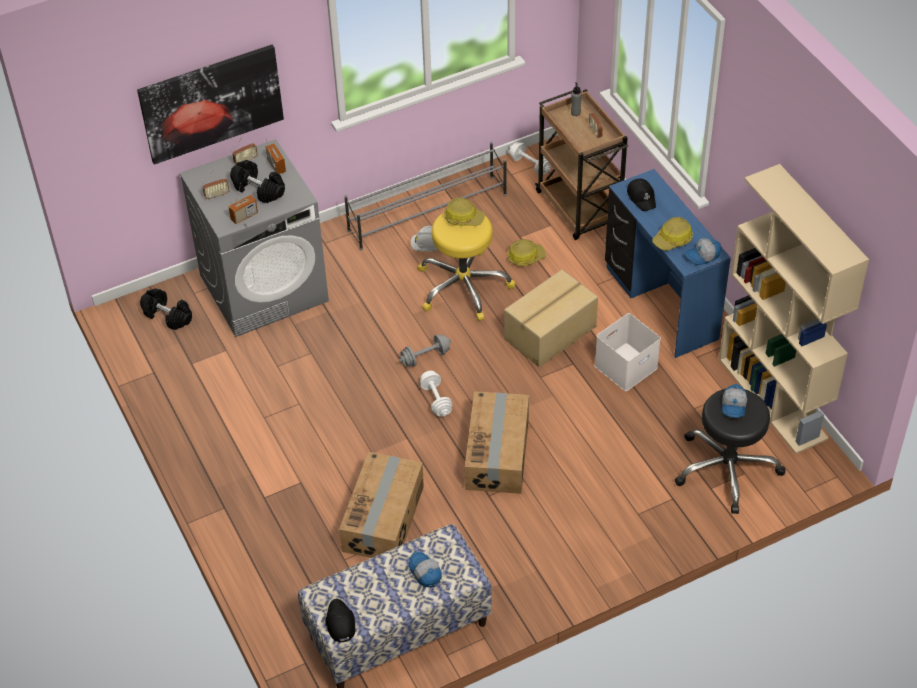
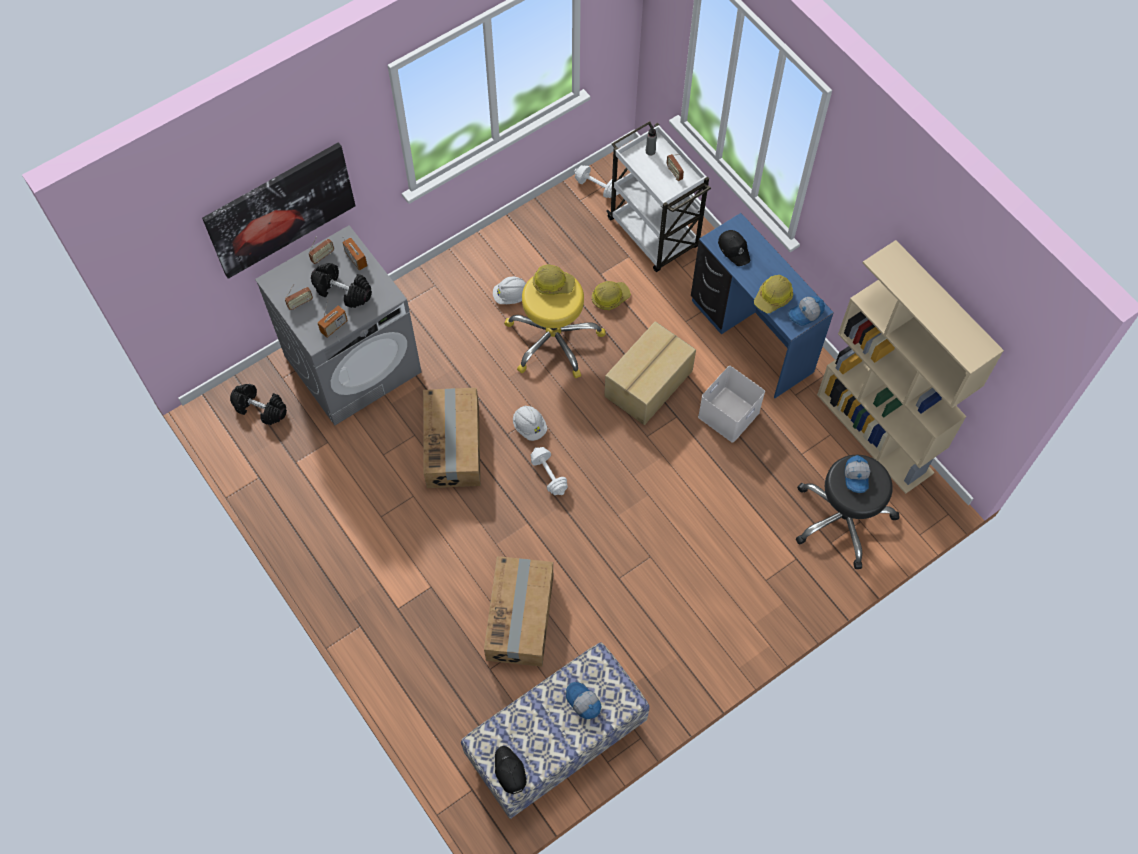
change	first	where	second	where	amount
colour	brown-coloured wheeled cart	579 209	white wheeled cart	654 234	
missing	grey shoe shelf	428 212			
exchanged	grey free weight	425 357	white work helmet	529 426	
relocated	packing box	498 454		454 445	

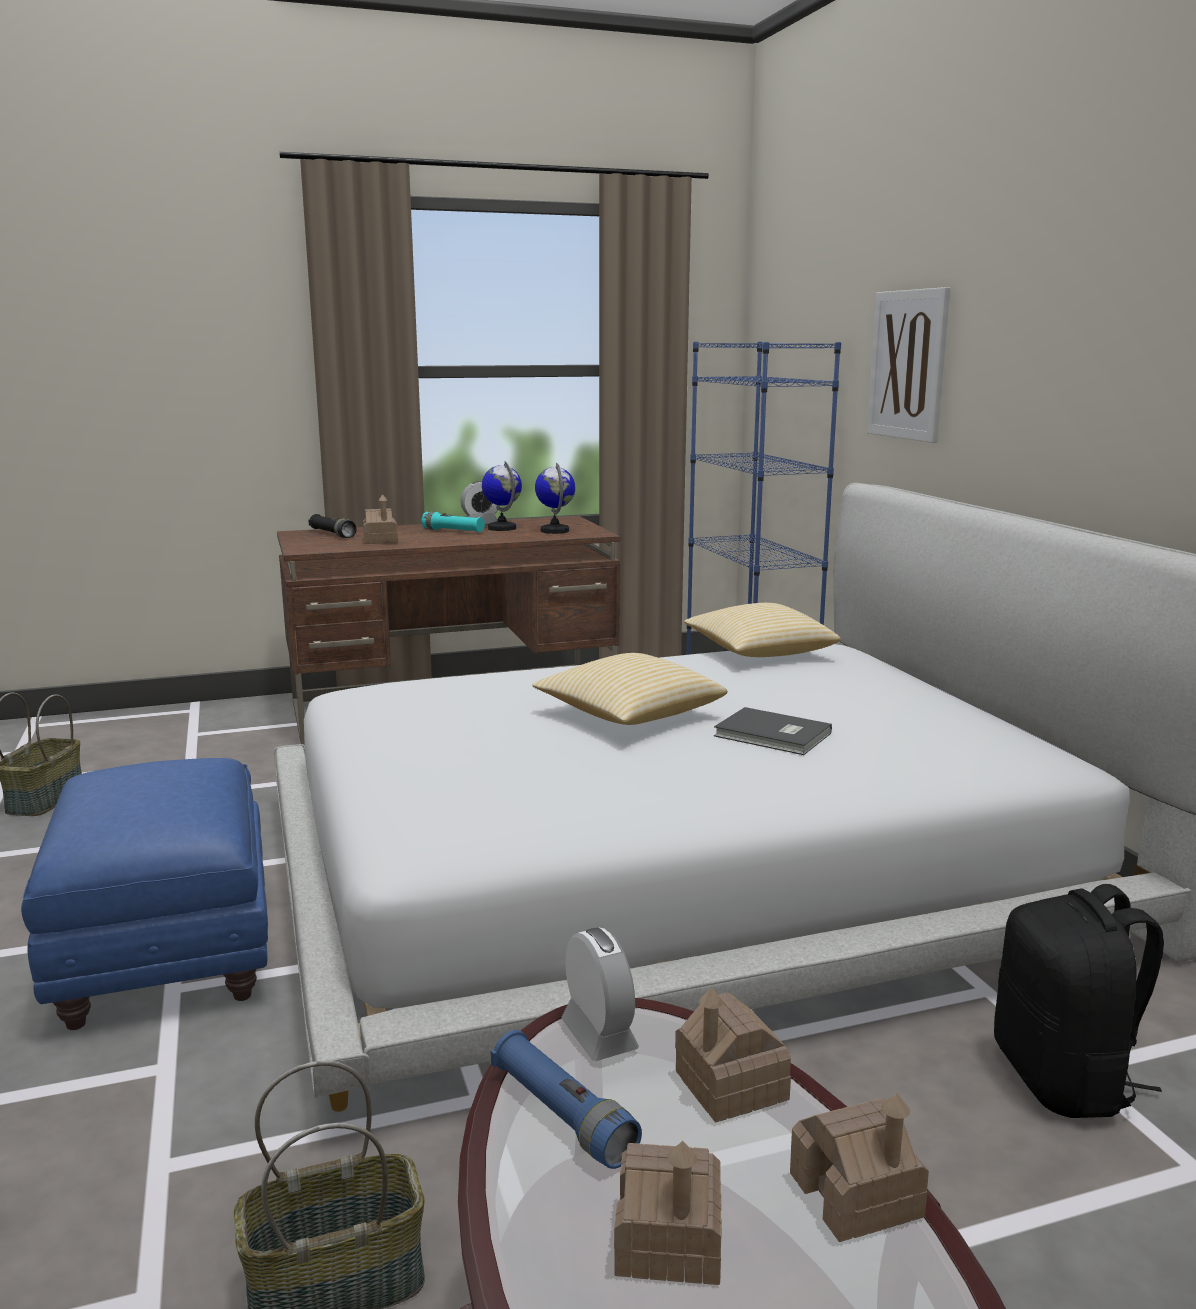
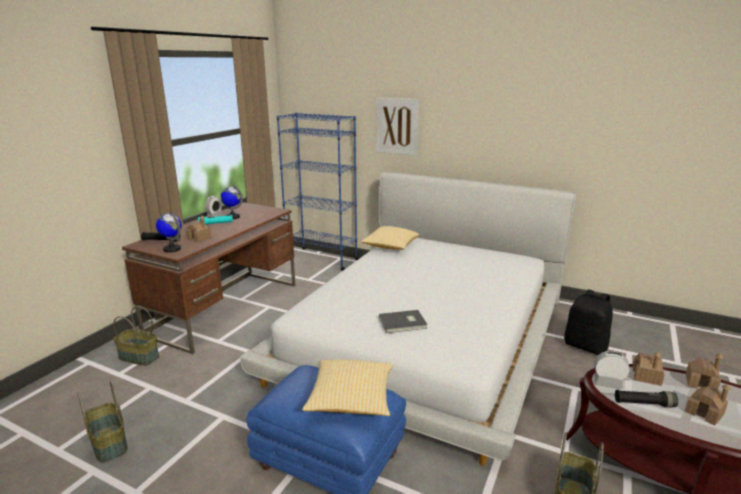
change	first	where	second	where	amount
relocated	globe	555 531		172 249	
relocated	pillow	628 716		351 400	
relocated	grey volume	773 736		403 323	
colour	blue torch	562 1115	black-coloured torch	644 404	
appeared			household basket	138 357	

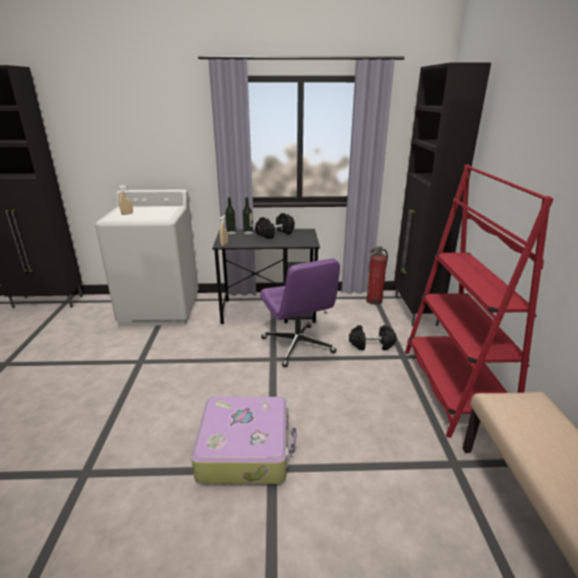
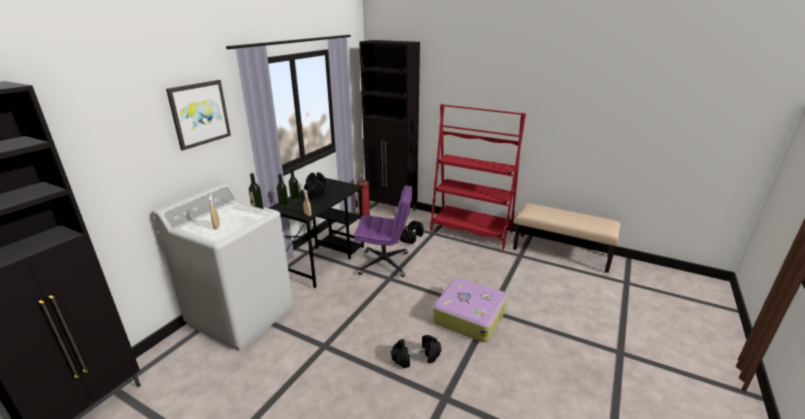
change	first	where	second	where	amount
appeared			wall picture	199 114	
appeared			beverage bottle	258 211	
appeared			black-coloured free weight	416 357	

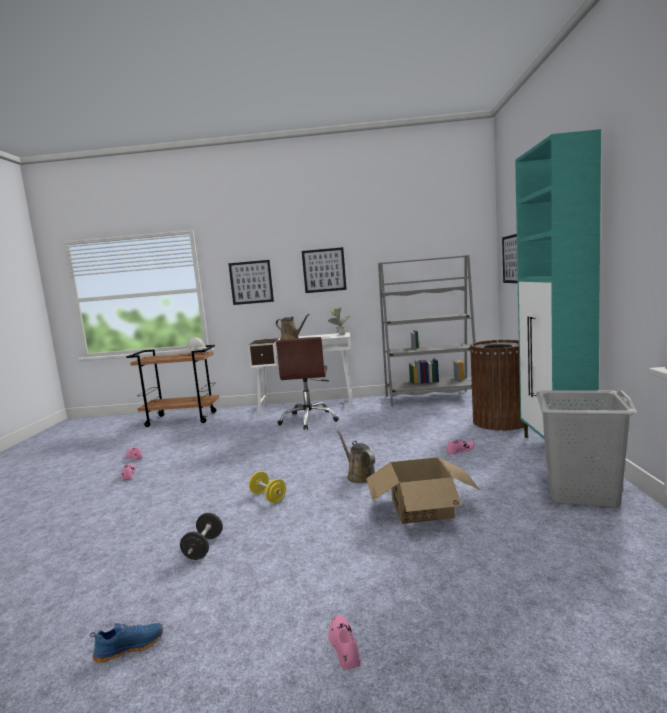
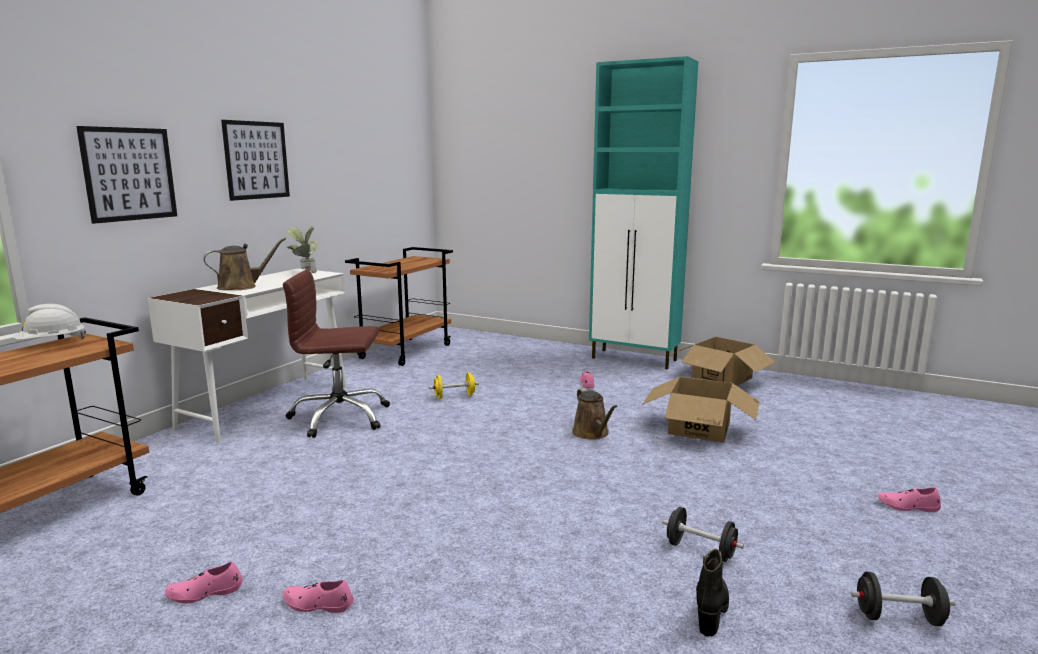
change	first	where	second	where	amount
missing	wall picture	511 259			
exchanged	grey bookshelf	430 398	brown-coloured wheeled cart	406 351	
spun	brown-coloured desk chair	309 420		340 417	150 degrees clockwise
missing	brown-coloured rubbish bin	500 422			
exchanged	grey washing basket	581 492	packing box	721 378	
spun	brown-coloured sprinkling can	359 476		592 433	105 degrees counterclockwise
relocated	yellow free weight	268 497		454 396	
exchanged	blue item of footwear	130 647	black-coloured free weight	898 617	
appeared			black-coloured boot	711 610	

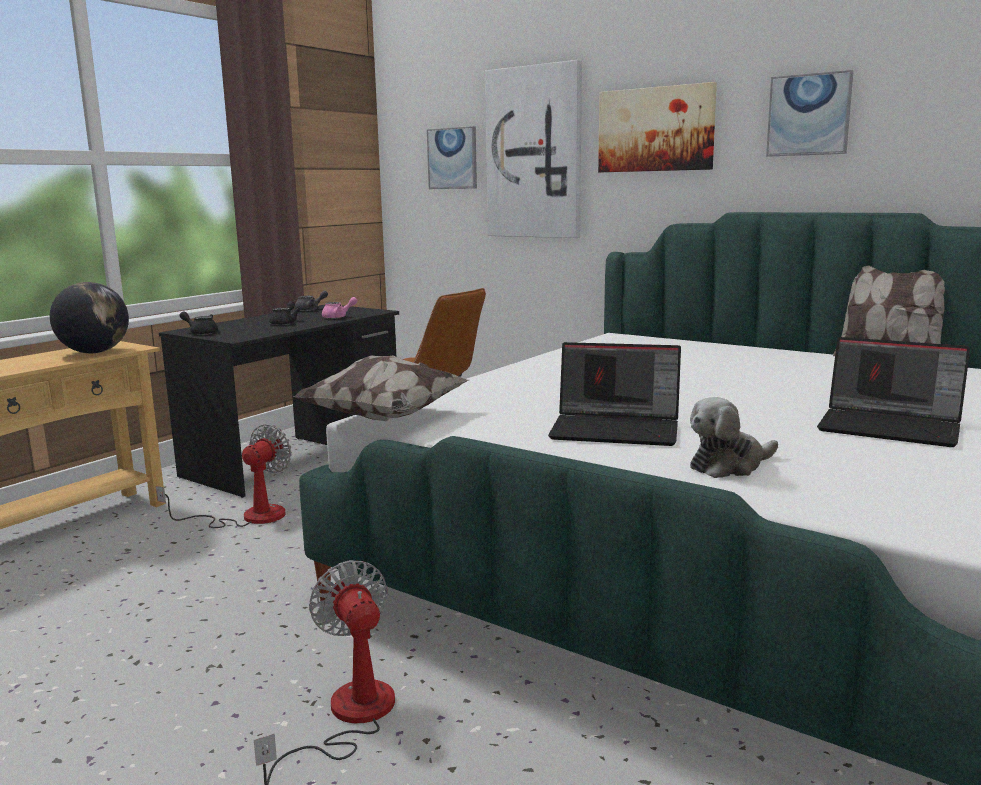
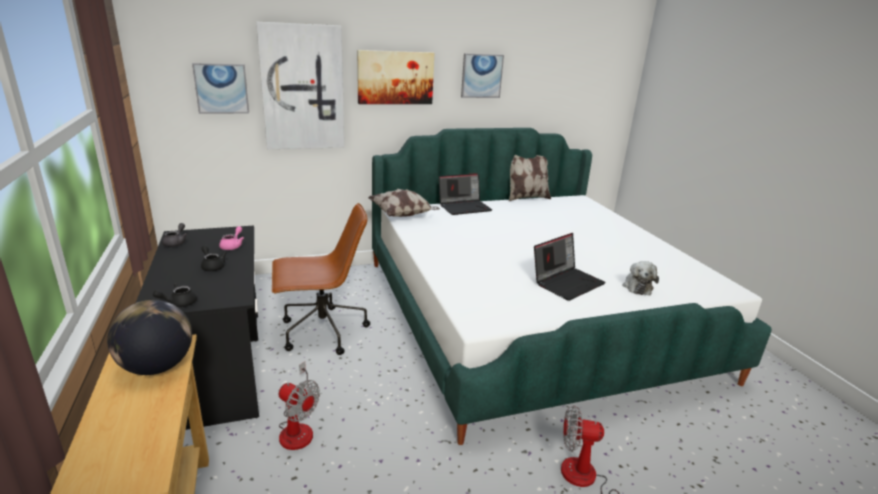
change	first	where	second	where	amount
relocated	portable computer	891 427		464 207	
relocated	pillow	385 419		403 215	
spun	fan	248 517		298 428	150 degrees clockwise

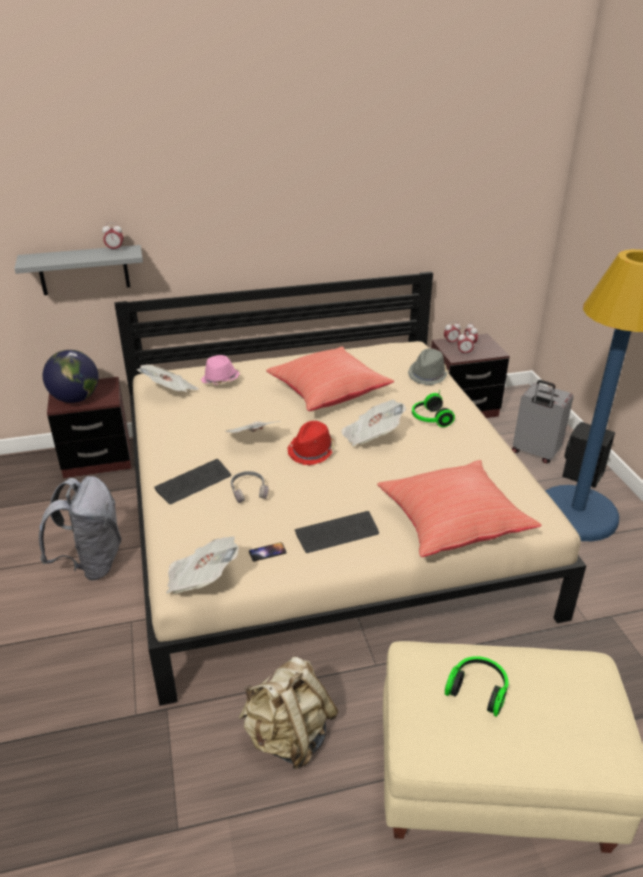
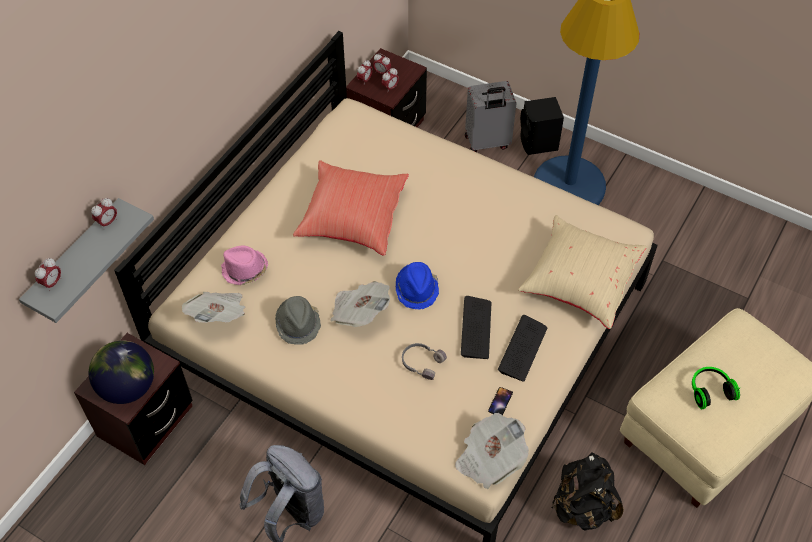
change	first	where	second	where	amount
relocated	grey clothing hat	428 375		298 324	
missing	headset	429 419			
missing	printed paper	371 436			
colour	red-coloured clothing hat	312 451	blue clothing hat	417 289	
relocated	PC keyboard	193 483		476 328	
colour	red-coloured pillow	451 524	beige pillow	579 282	
colour	beige knapsack	289 737	black-coloured knapsack	583 506	
appeared			table clock	52 283	

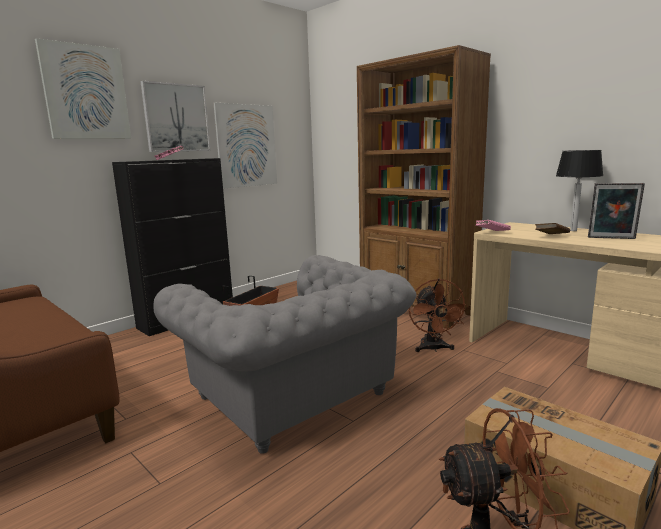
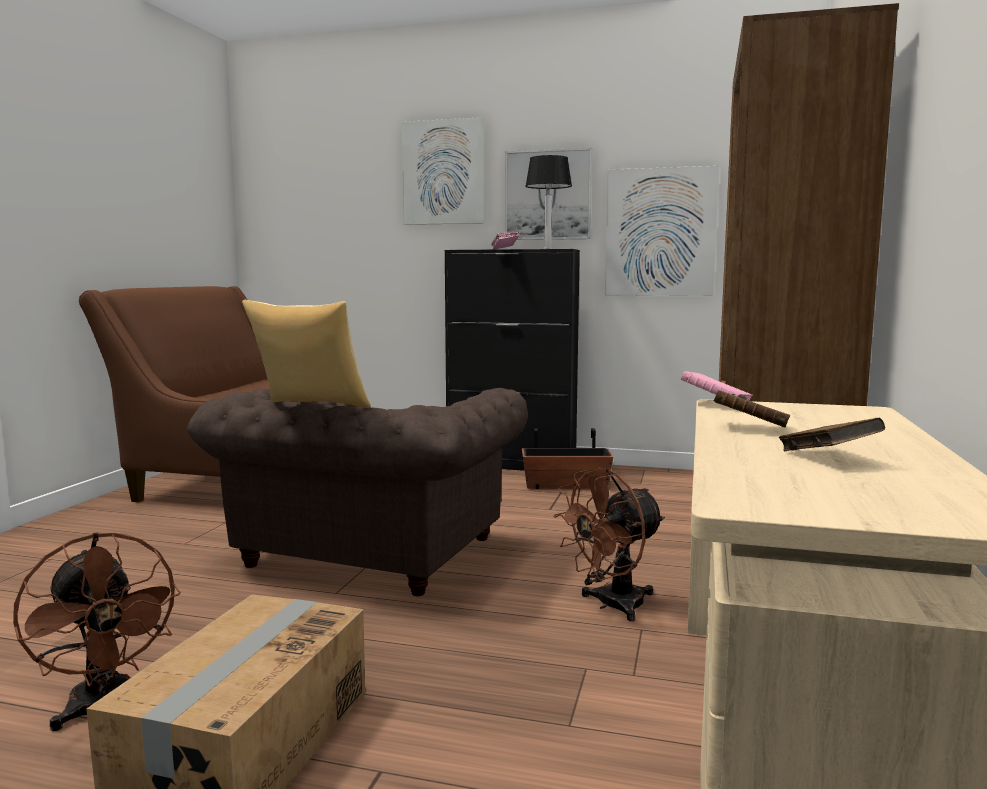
change	first	where	second	where	amount
relocated	tabletop lamp	574 230		547 249	
exchanged	standing frame	611 238	brown-coloured volume	827 458	
colour	grey lounge chair	295 398	brown-coloured lounge chair	365 555	
appeared			pillow	308 408	

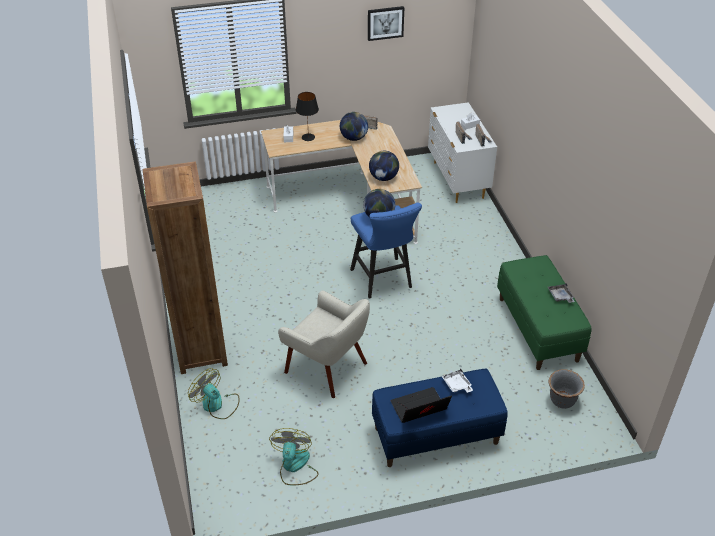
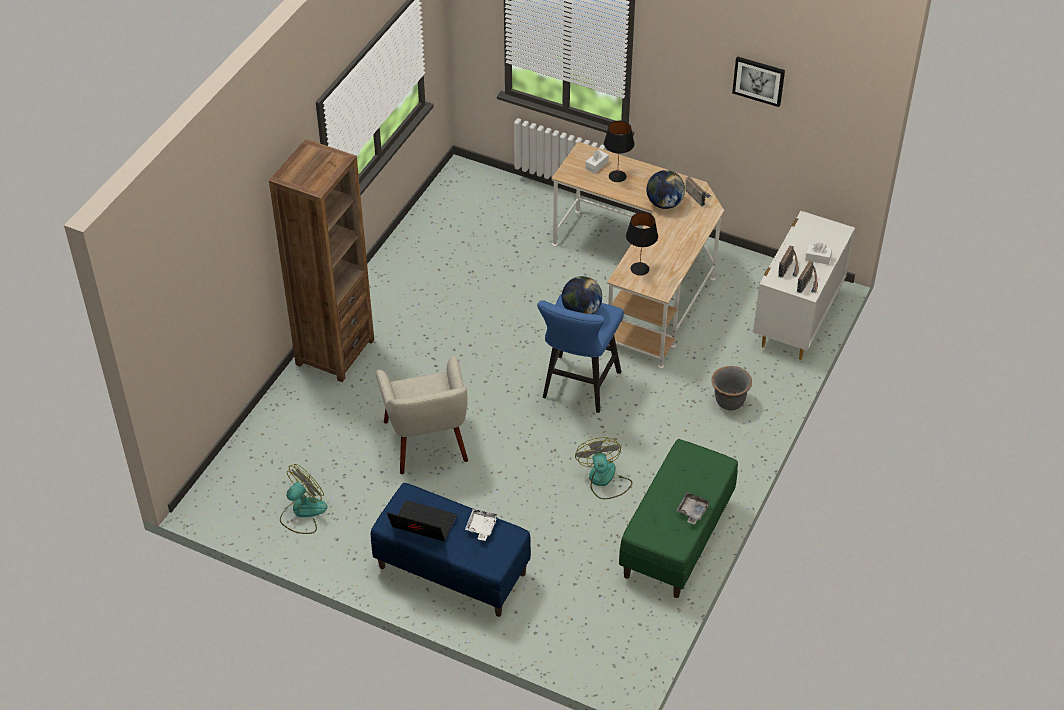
change	first	where	second	where	amount
exchanged	globe	383 178	black-coloured tabletop lamp	640 269	
relocated	fan	217 405		604 480	
relocated	grey plant pot	562 401		729 402	

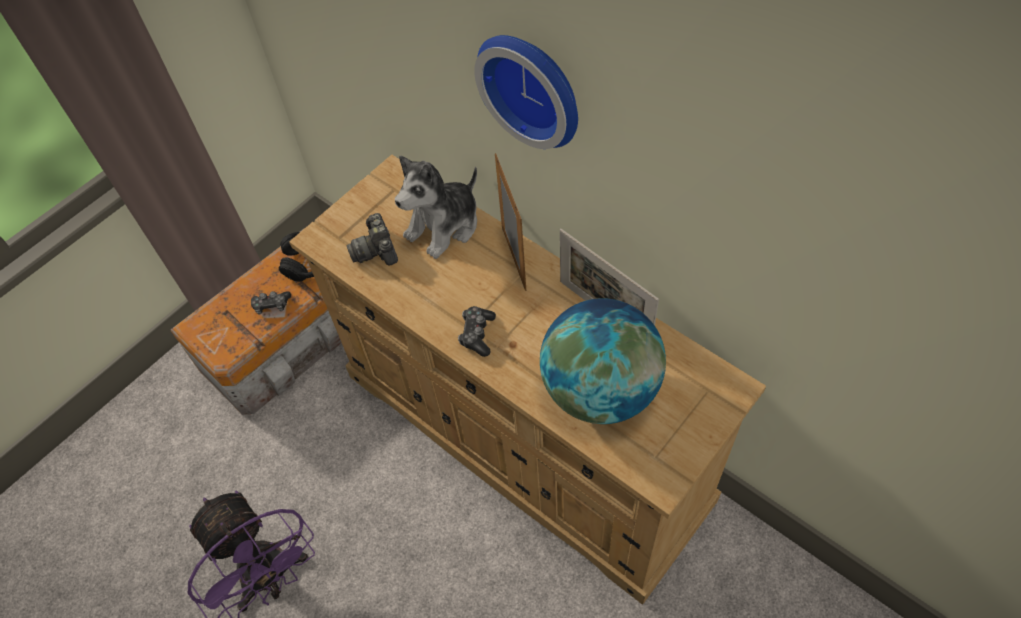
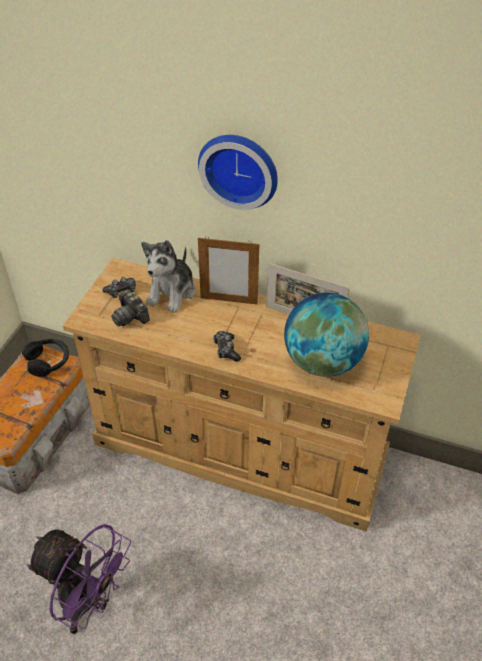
change	first	where	second	where	amount
spun	standing frame	513 258		229 300	135 degrees clockwise
relocated	gamepad	271 305		121 291	

